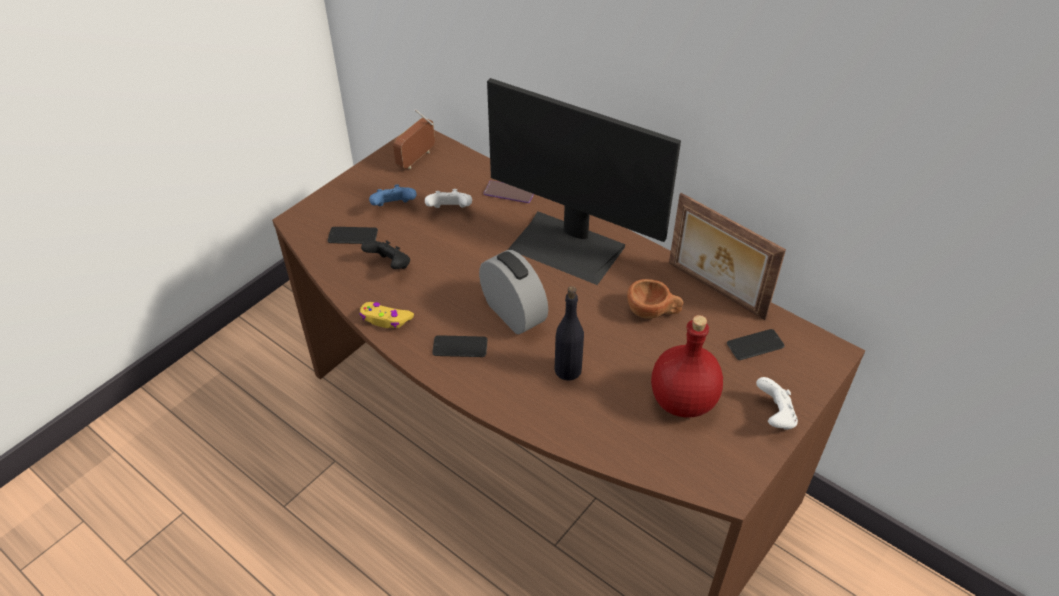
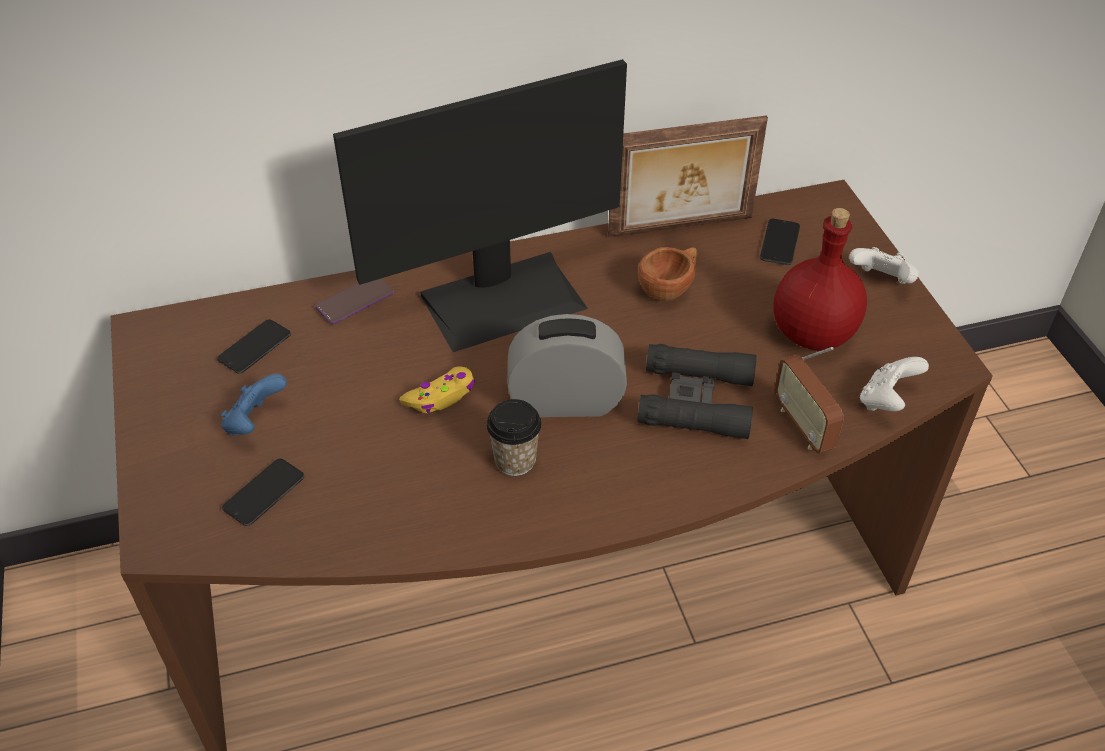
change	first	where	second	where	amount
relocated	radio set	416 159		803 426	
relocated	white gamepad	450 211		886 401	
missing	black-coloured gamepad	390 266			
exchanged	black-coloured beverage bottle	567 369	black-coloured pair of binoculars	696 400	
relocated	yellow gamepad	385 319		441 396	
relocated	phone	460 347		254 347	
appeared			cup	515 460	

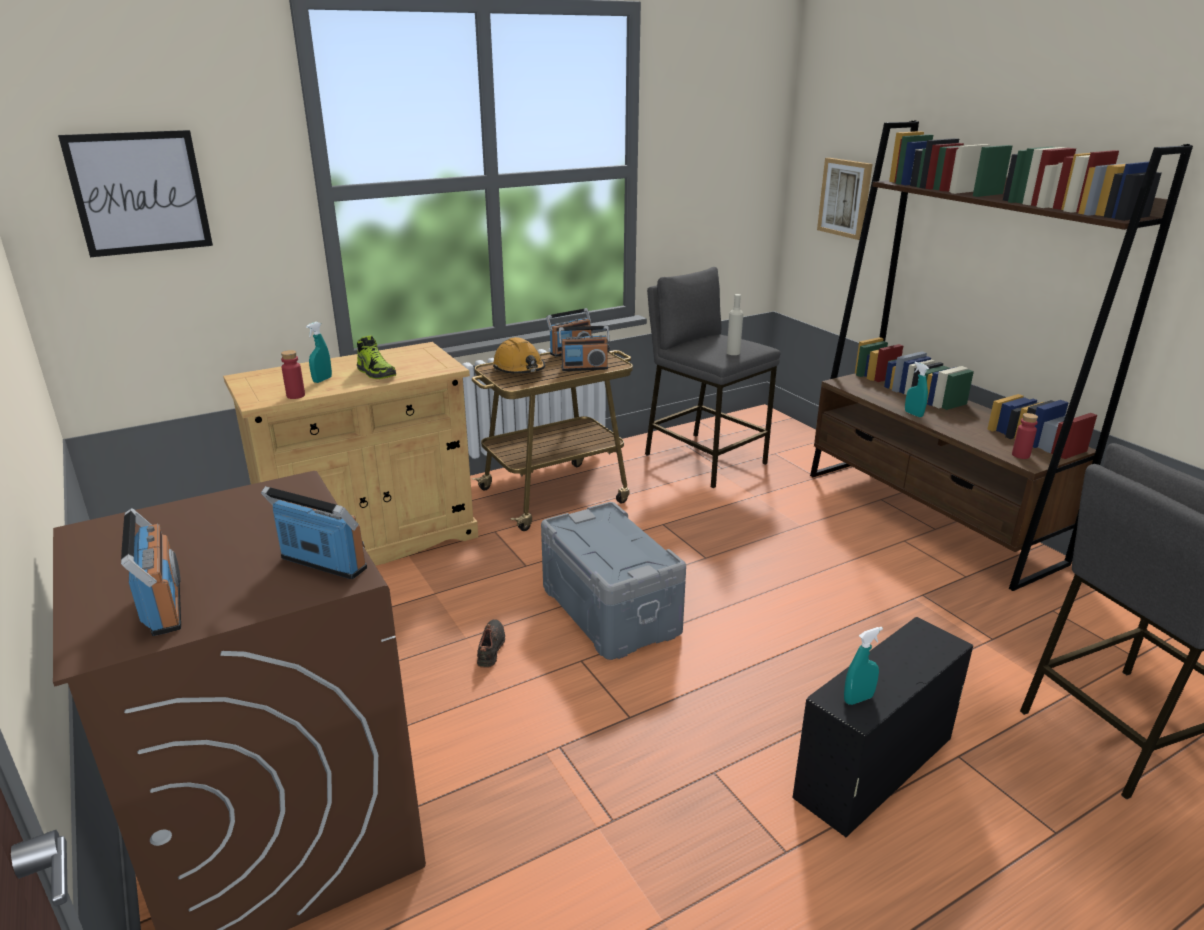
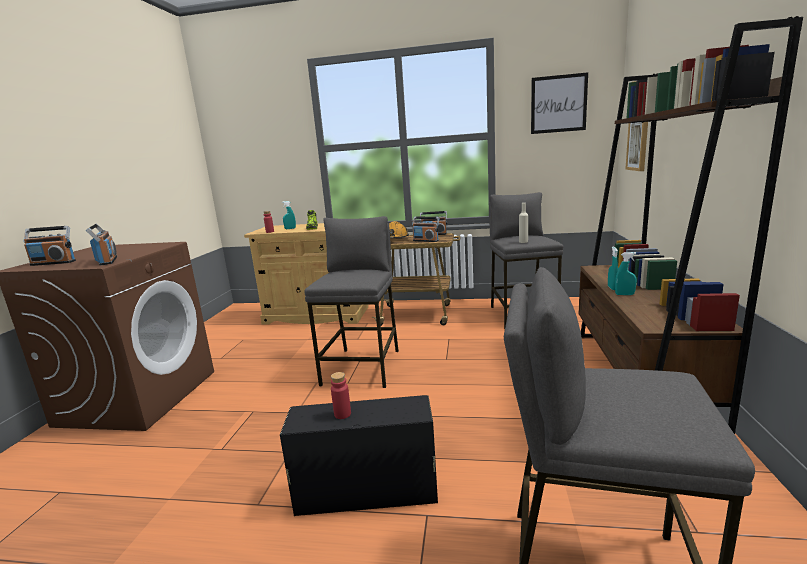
change	first	where	second	where	amount
relocated	wall picture	139 193		558 104	
relocated	red-coloured beverage bottle	1020 455		342 414	
exchanged	grey storage box	611 610	grey sitting stool	363 367	
spun	radio set	164 606		54 263	75 degrees clockwise
missing	black-coloured item of footwear	492 648			
relocated	turquoise-coloured spray bottle	858 699		624 294	

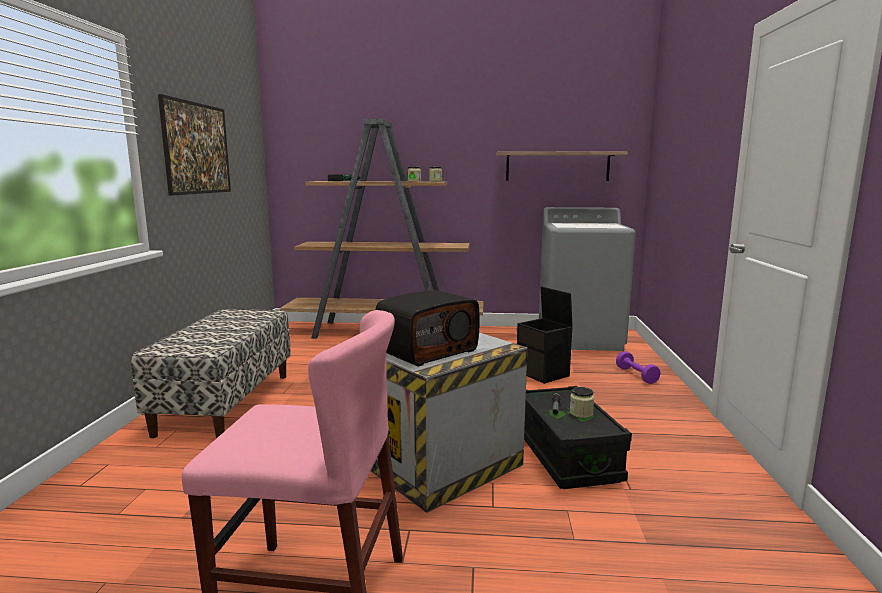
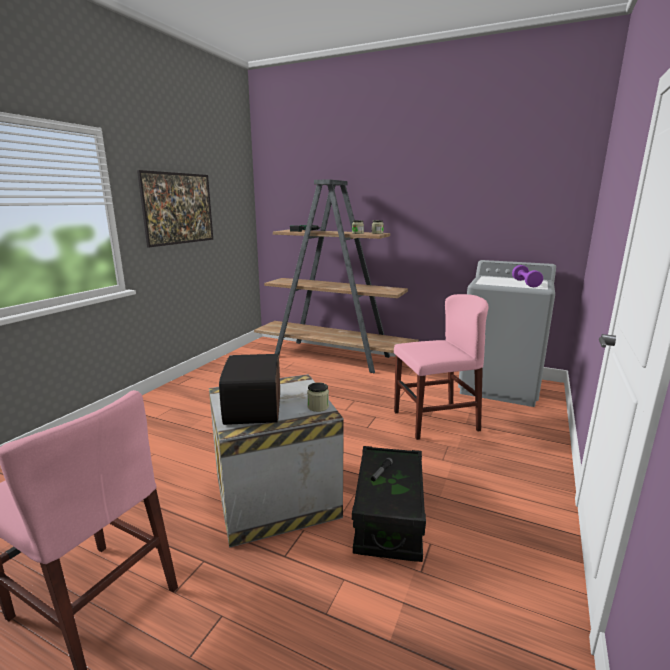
change	first	where	second	where	amount
missing	wall shelf	557 166			
exchanged	black-coloured storage box	543 374	pink chair	435 421	
spun	radio set	427 351		255 408	105 degrees clockwise
missing	indoor bench	226 403			
relocated	purple-coloured free weight	636 375		525 283	
relocated	storage jar	581 413		318 407	

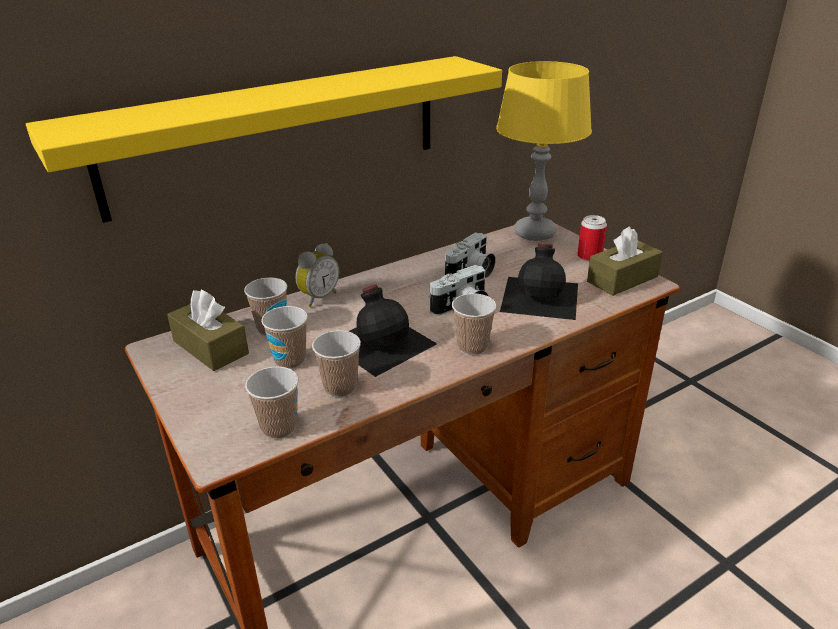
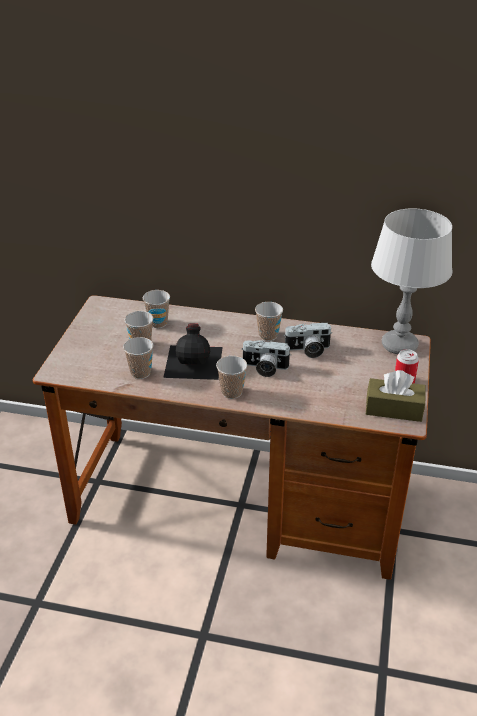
change	first	where	second	where	amount
missing	yellow wall shelf	278 134			
colour	yellow tabletop lamp	534 233	grey tabletop lamp	399 346	
missing	table clock	318 297			
missing	black-coloured beverage bottle	541 296			
missing	brown-coloured box of tissues	210 347			
relocated	cup	279 428		268 335	

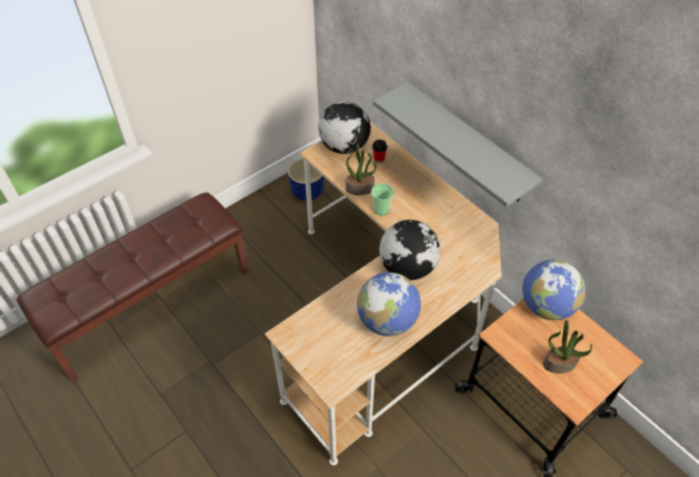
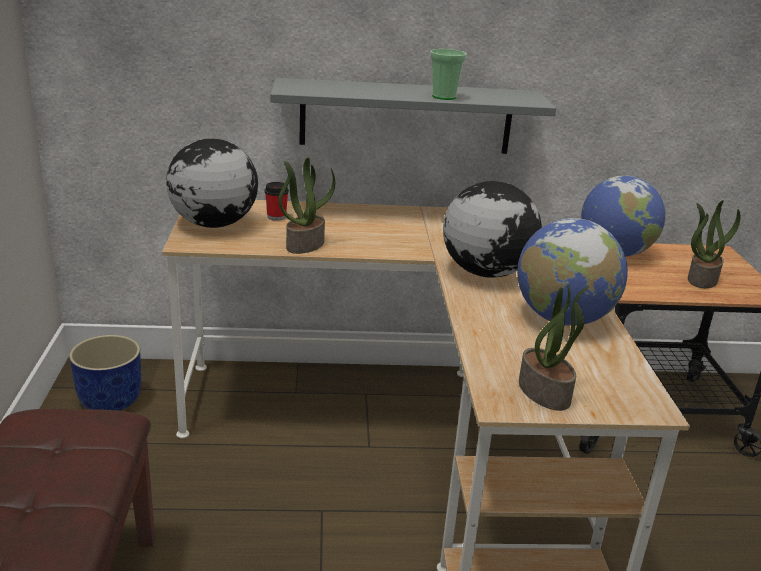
change	first	where	second	where	amount
relocated	cup	381 209		444 97	
appeared			houseplant	545 392	

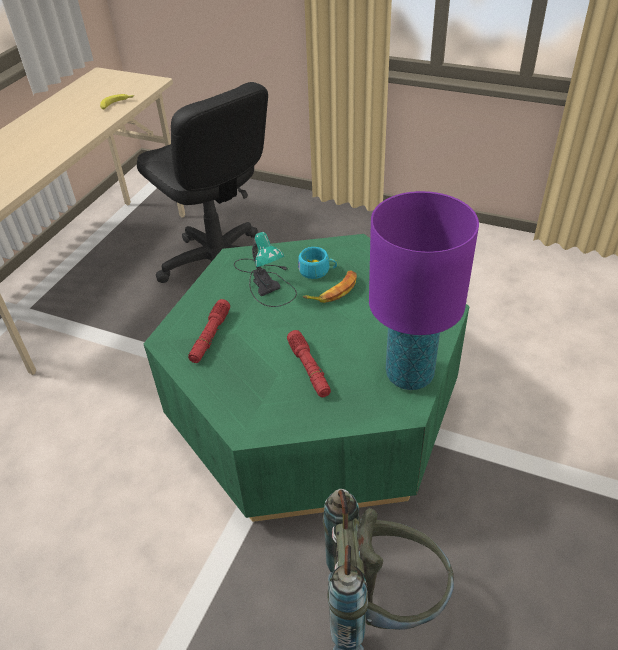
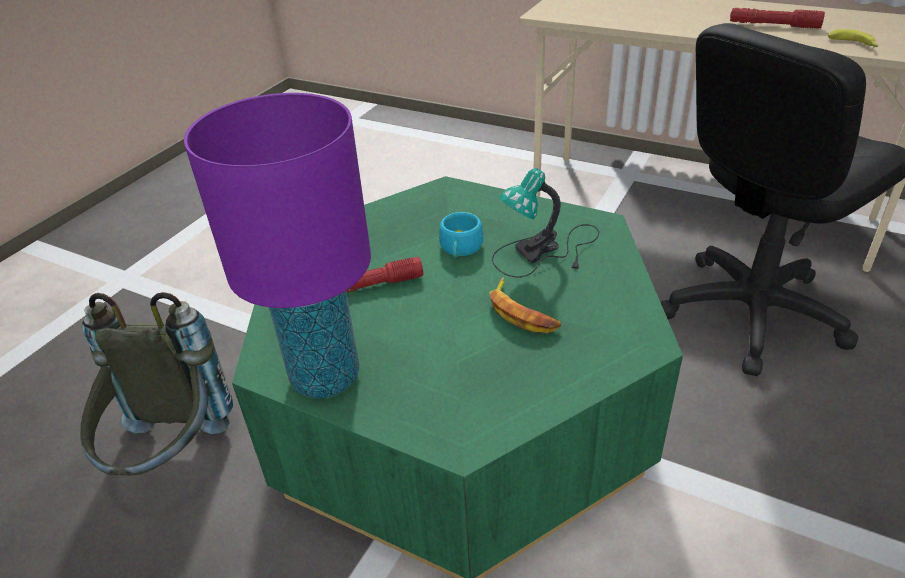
change	first	where	second	where	amount
relocated	turquoise-coloured cup	318 271		460 249	
relocated	red-coloured torch	210 336		773 25	

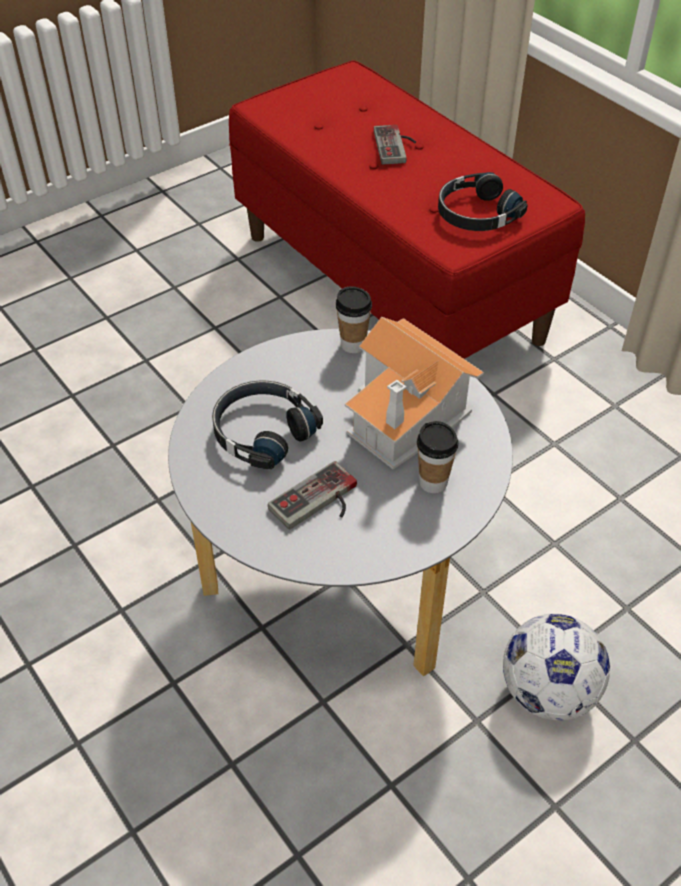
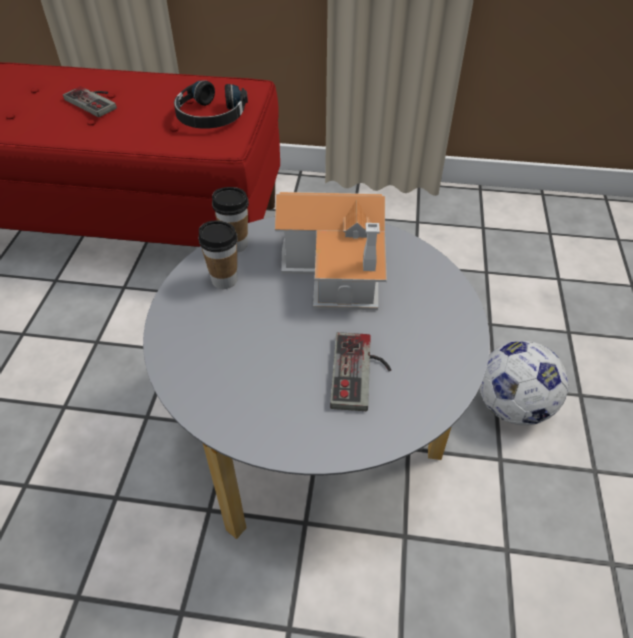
change	first	where	second	where	amount
missing	black-coloured headset	262 432			
relocated	cup	433 482		224 280	

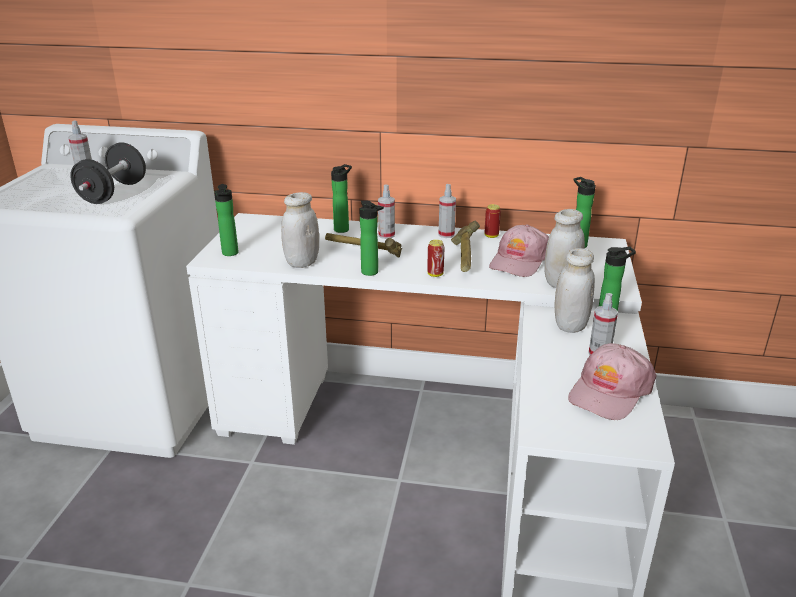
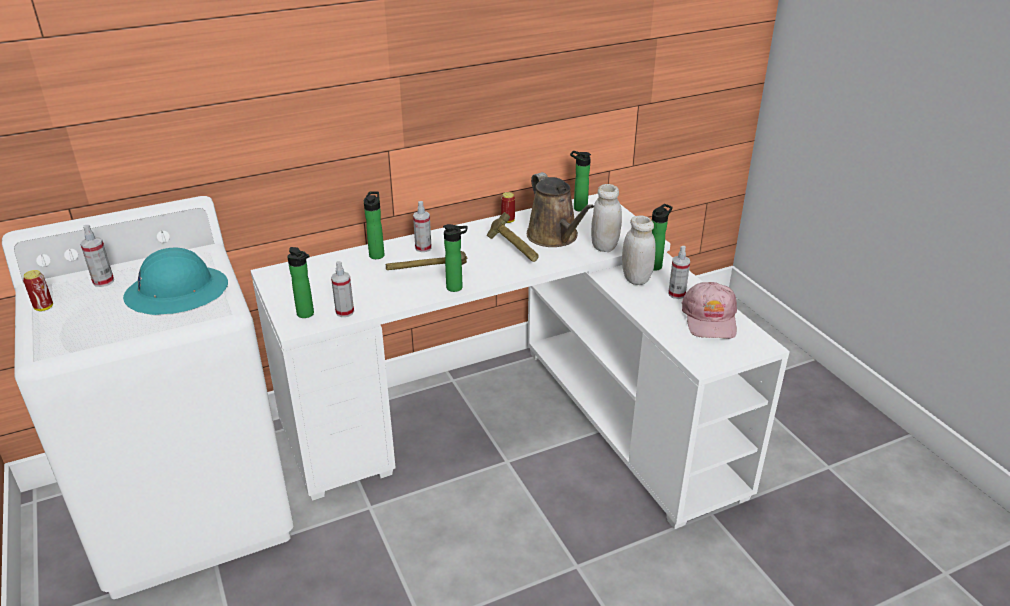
change	first	where	second	where	amount
exchanged	black-coloured free weight	113 193	turquoise-coloured work helmet	177 292	
relocated	spray bottle	446 234		345 312	
missing	white storage jar	302 262			
exchanged	pink cap	519 261	brown-coloured sprinkling can	555 237	
relocated	sealed can	435 274		44 307	

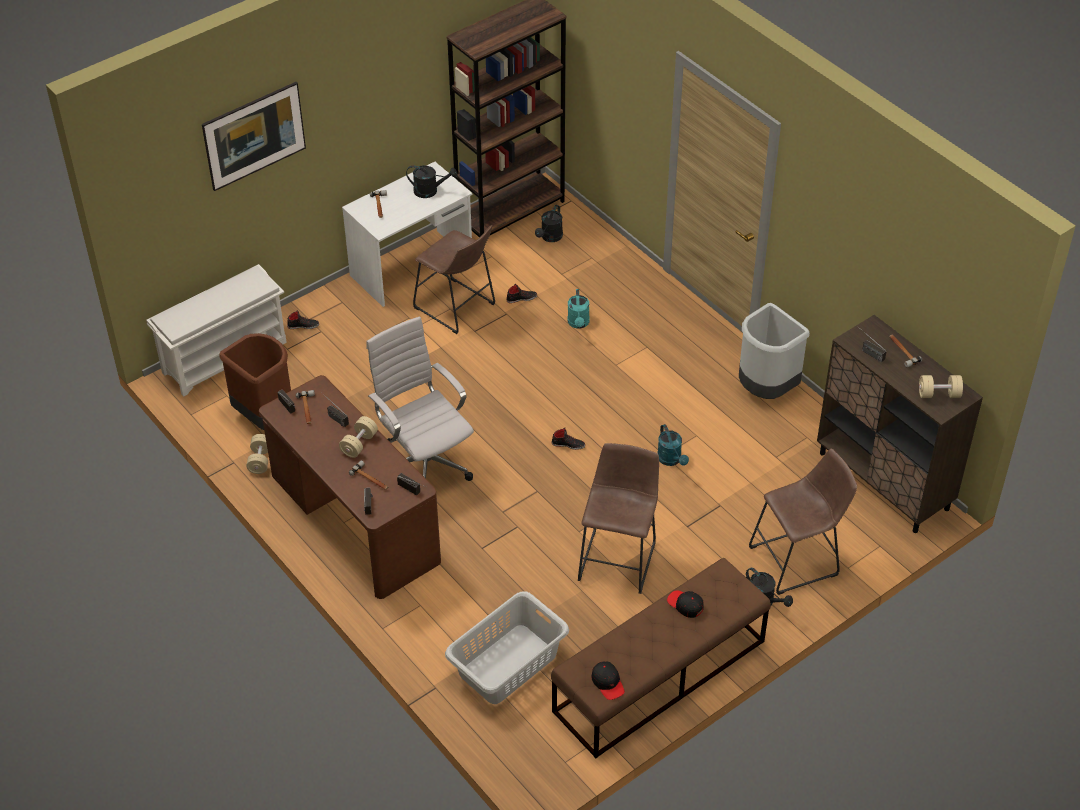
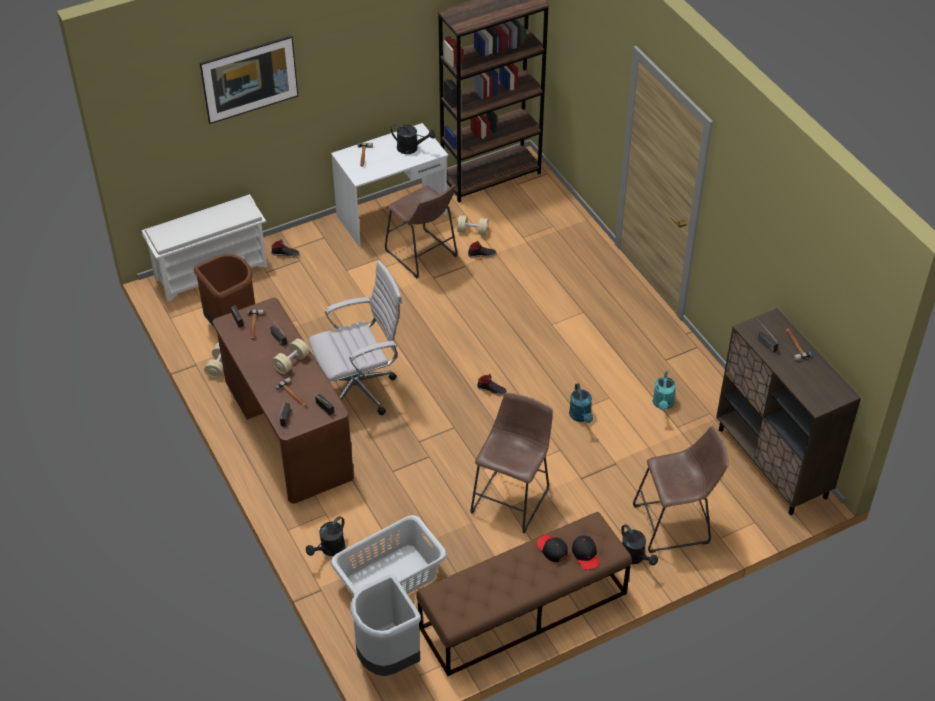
change	first	where	second	where	amount
relocated	black-coloured sprinkling can	550 238		329 550	
relocated	turquoise-coloured sprinkling can	578 324		663 404	
relocated	grey rubbish bin	765 390		387 659	
spun	white desk chair	424 464		360 390	90 degrees clockwise
relocated	beige free weight	939 394		472 231	
relocated	black-coloured cap	608 683		585 555	

